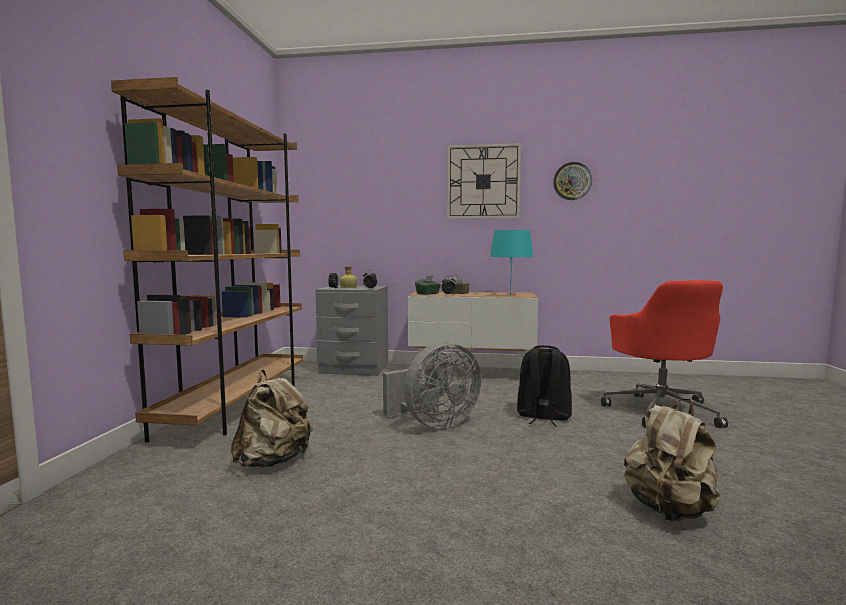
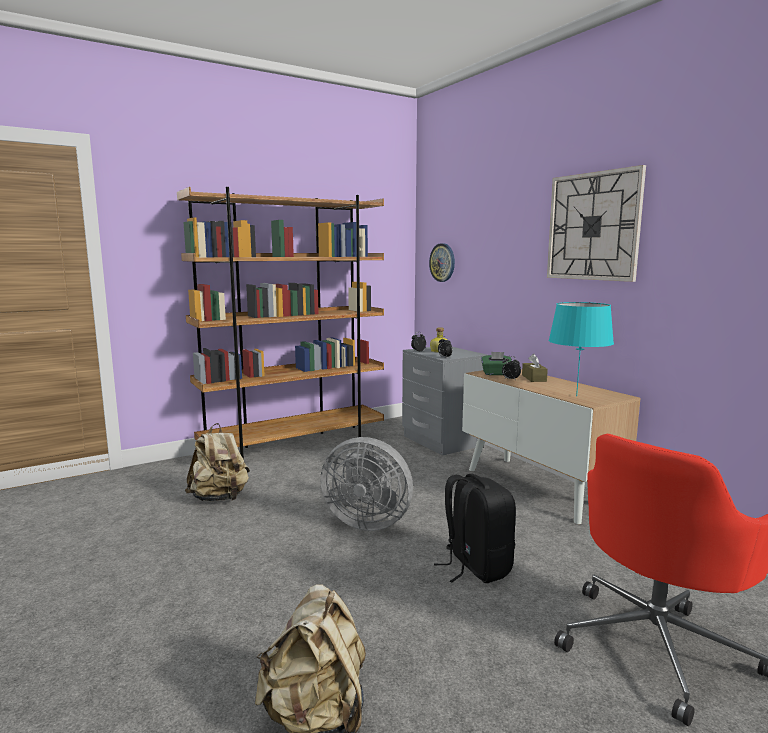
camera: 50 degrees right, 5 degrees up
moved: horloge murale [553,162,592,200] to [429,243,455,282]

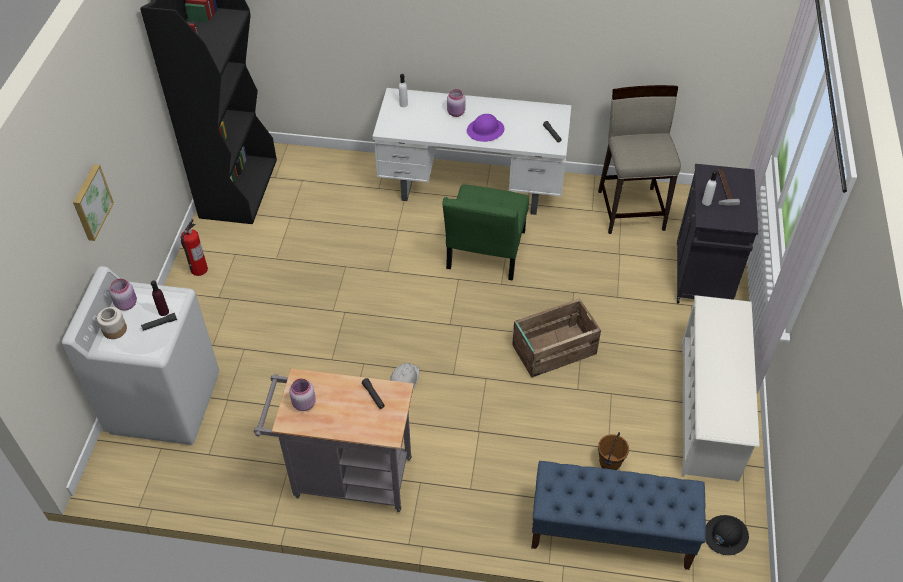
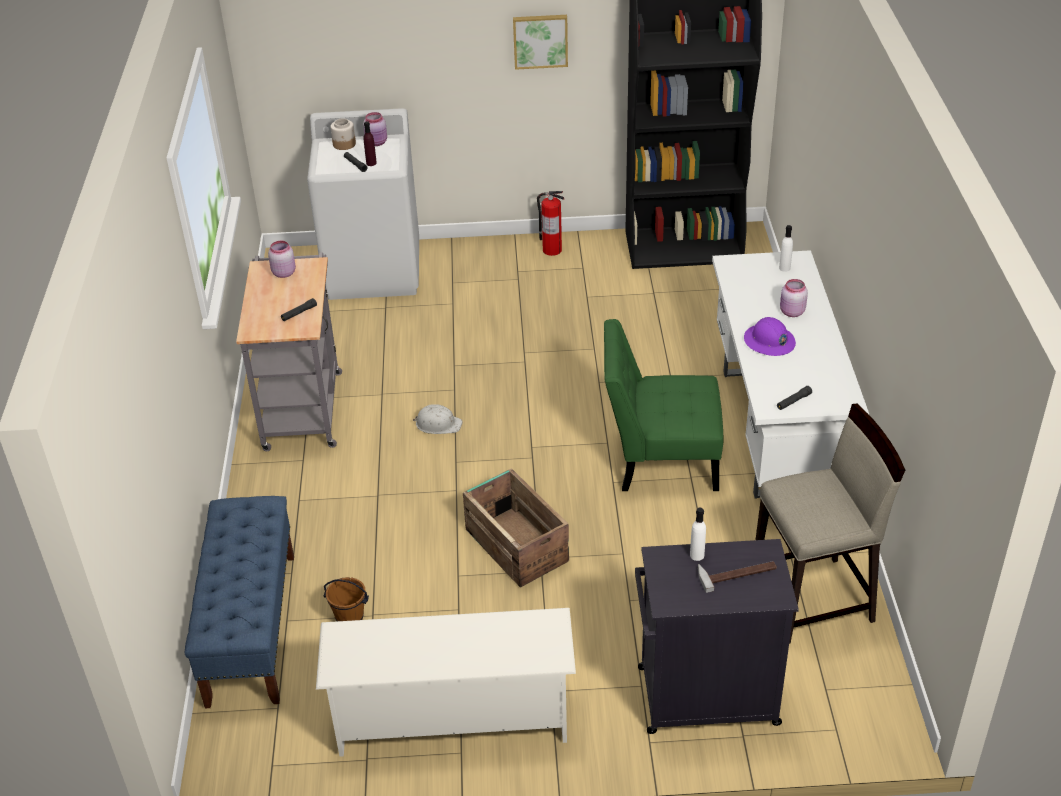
camera: 80 degrees right, 10 degrees down
removed: casque de chantier (noir) [706,515,749,555]
moved: tableau [73,164,114,241] to [513,15,568,70]

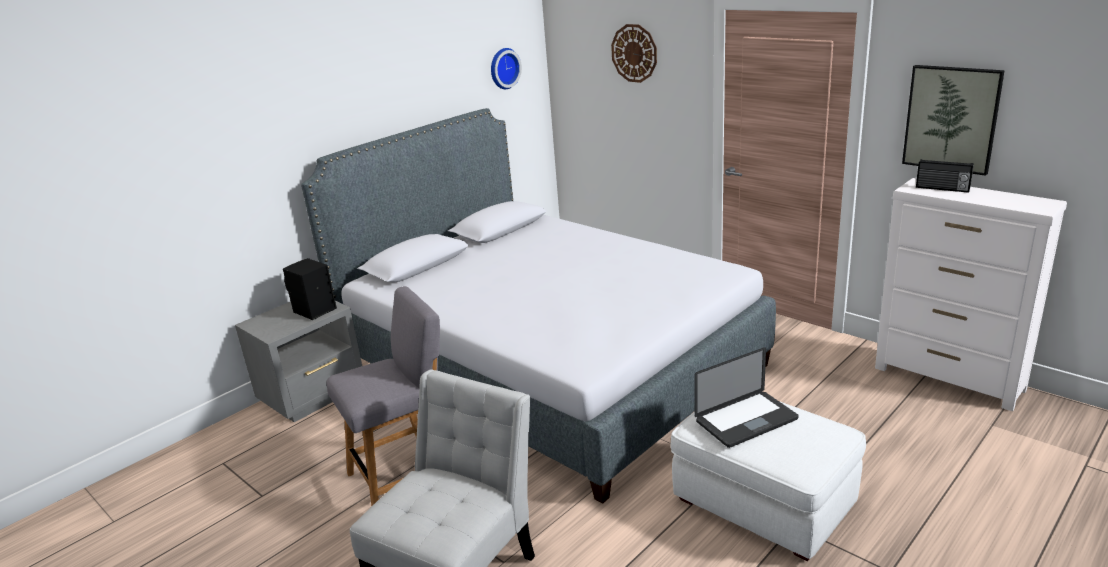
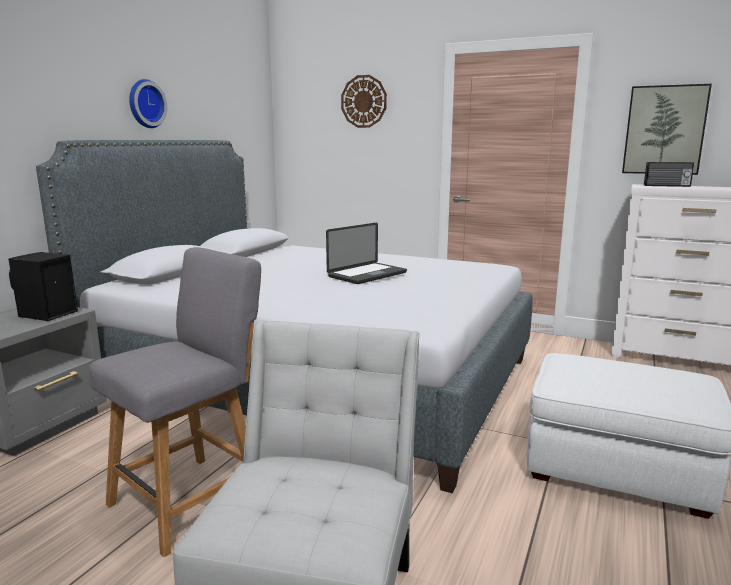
camera: 20 degrees left, 10 degrees down
moved: horloge murale [491,48,522,89] to [129,79,167,128]; ordinateur portable [694,347,799,448] to [326,223,407,284]

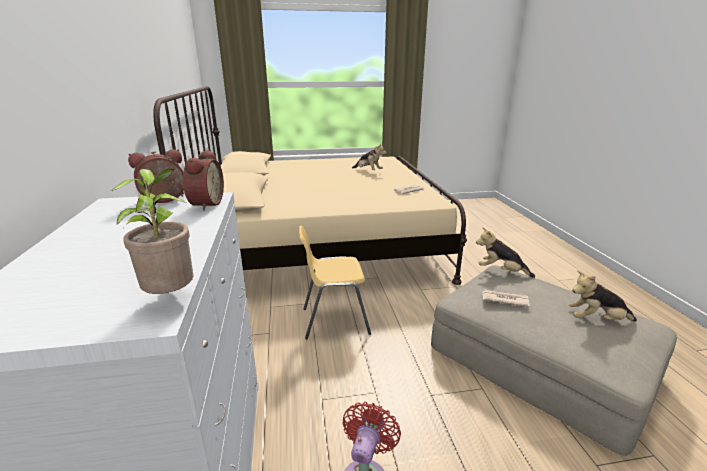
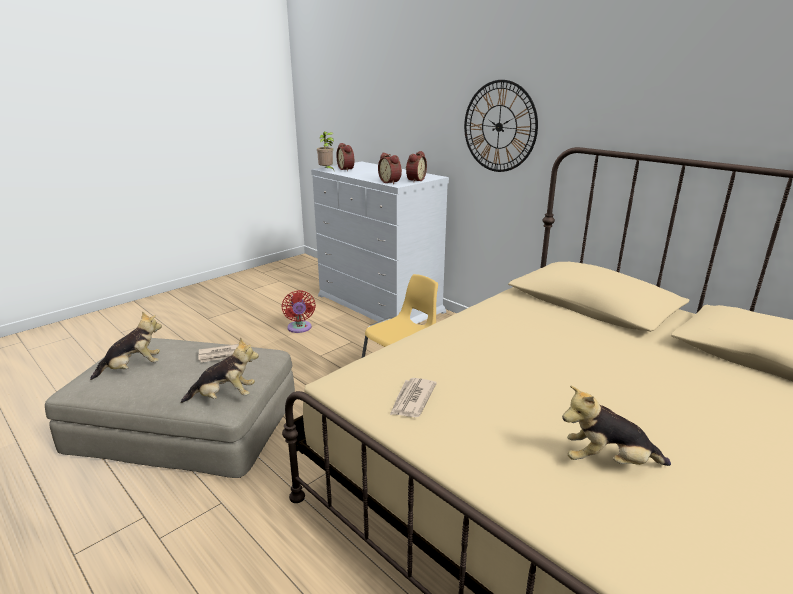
camera: 145 degrees right, 0 degrees up
added: réveil [336,143,354,171]; horloge murale [464,80,538,172]

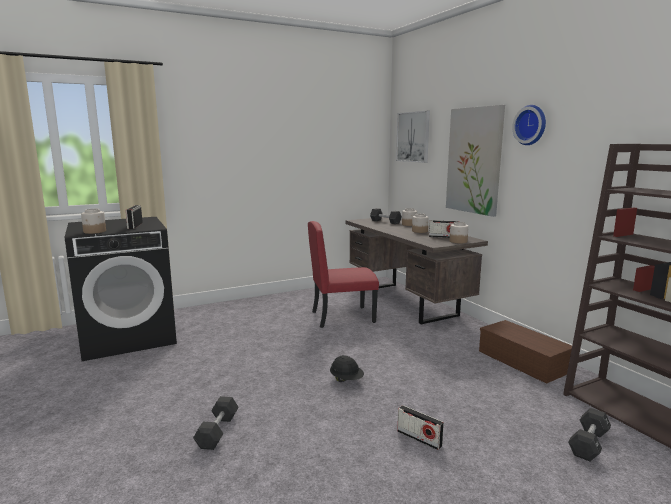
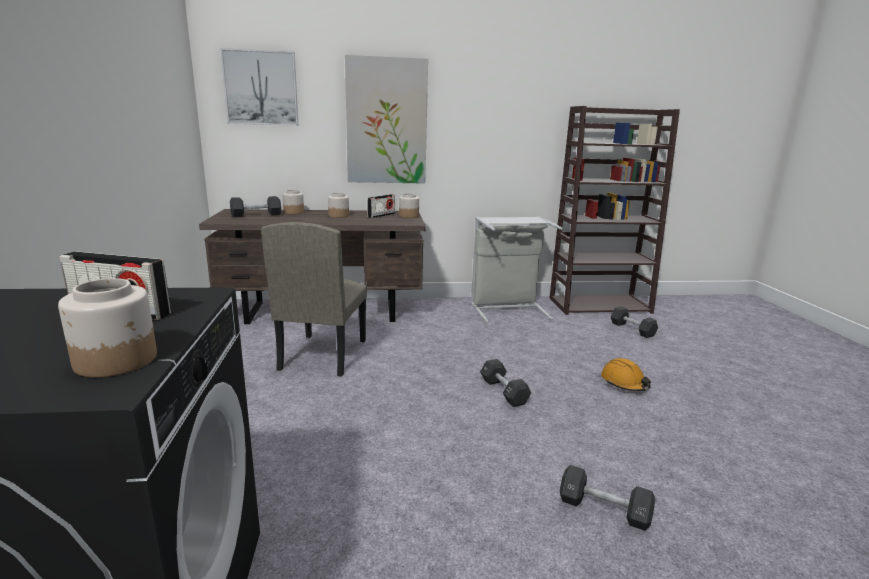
camera: 70 degrees left, 5 degrees up
removed: horloge murale [512,105,546,145]
replaced: casque de chantier (noir) [330,355,364,382] to haltère (noir) [480,359,531,407]; radio [397,405,444,450] to casque de chantier (orange) [601,358,651,391]; boîte de rangement (marron) [479,320,572,384] to panier à linge (gris) [471,216,563,323]
recoloured: chaise (rouge) [308,221,379,328] to chaise (beige) [261,222,367,376]

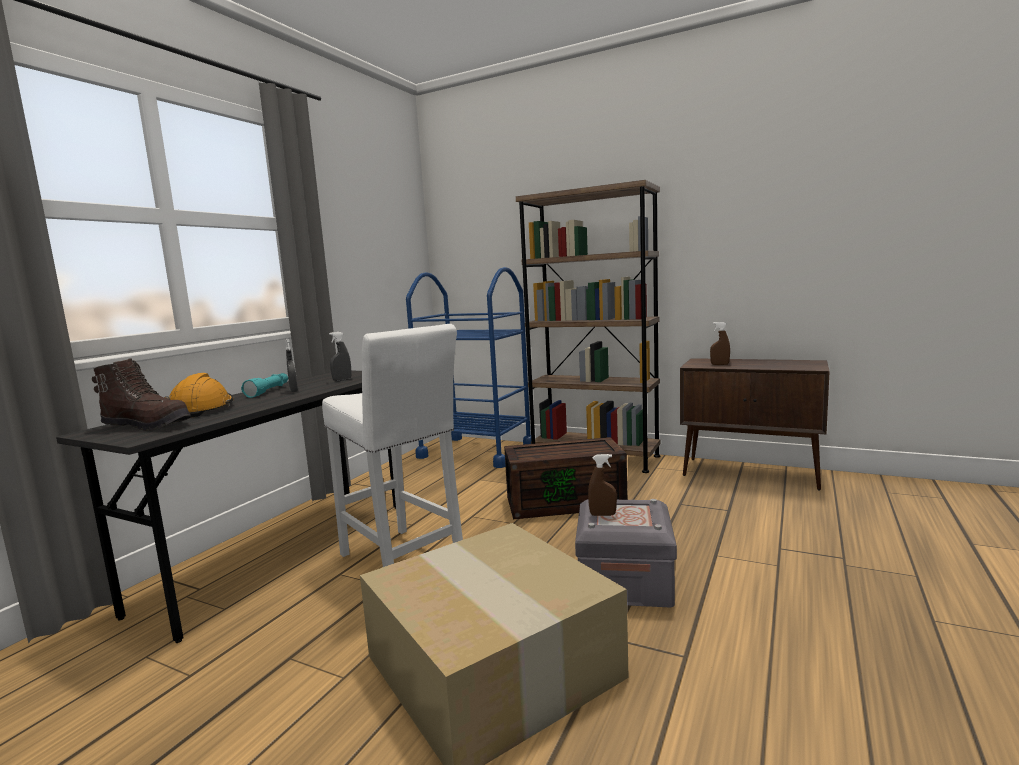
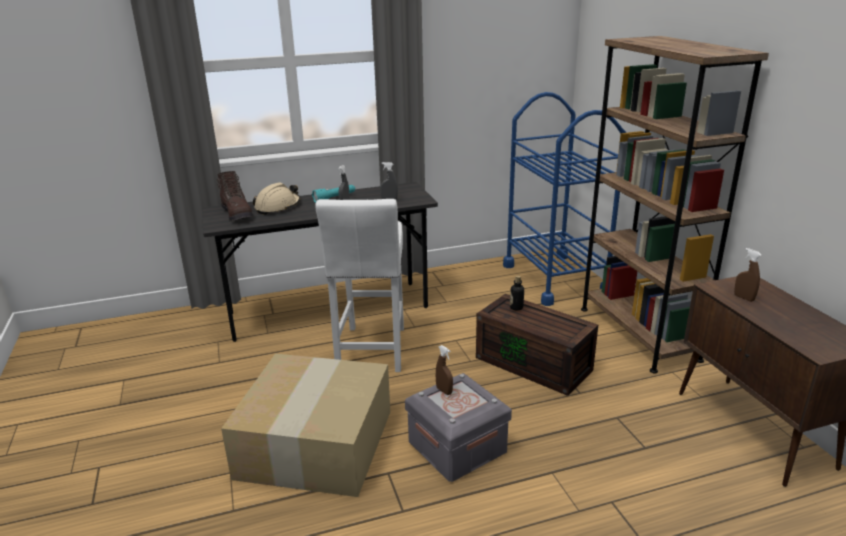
camera: 45 degrees right, 15 degrees up
added: bouteille [510,275,524,310]
recoloured: casque de chantier (orange) [165,373,234,417] to casque de chantier (beige) [253,182,300,215]

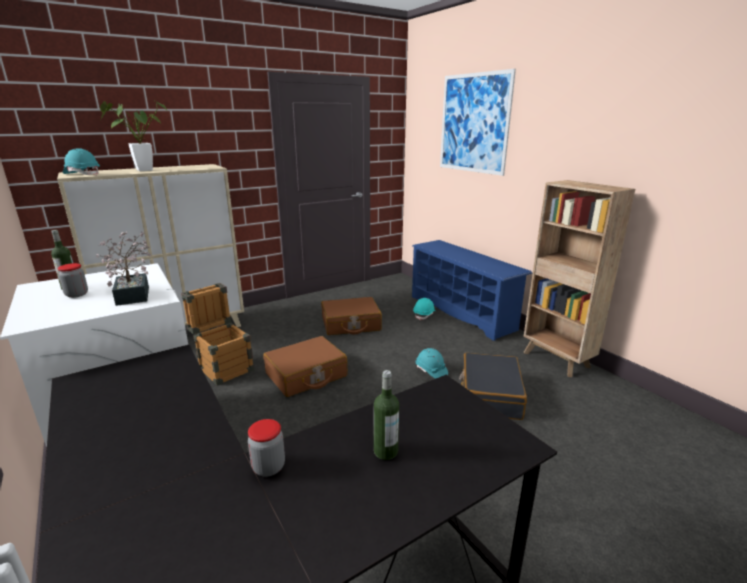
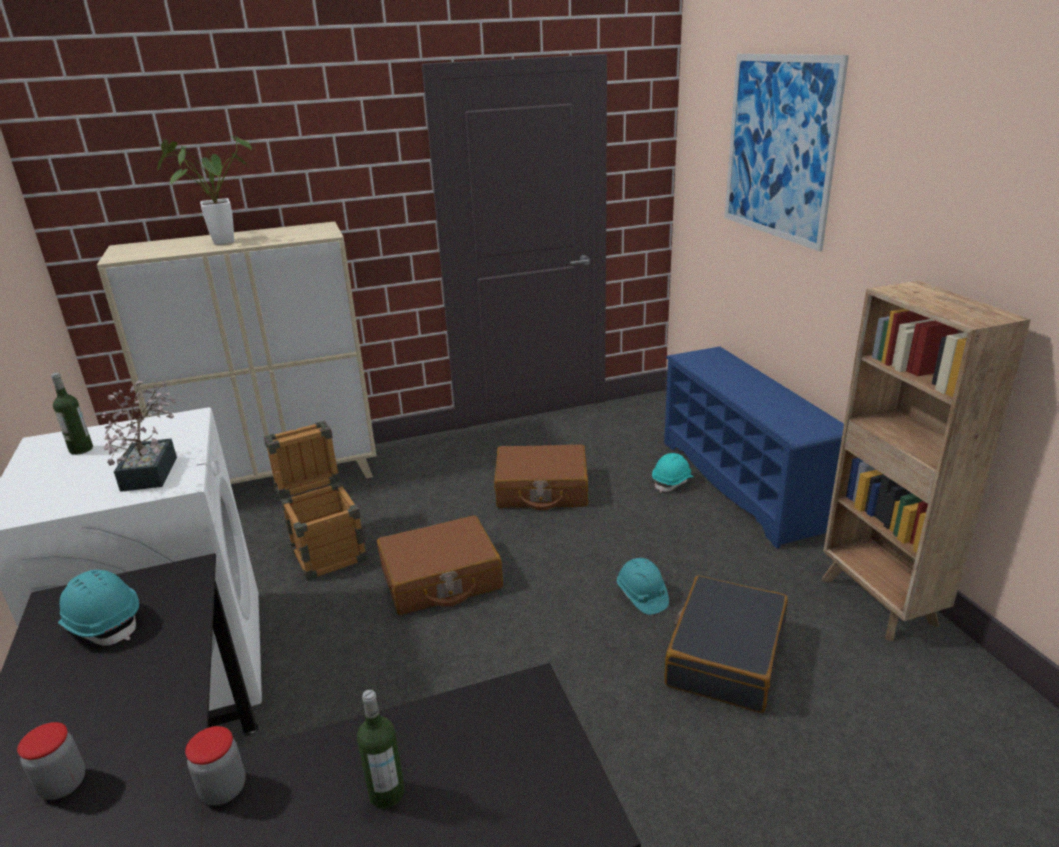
camera: 15 degrees right, 5 degrees up
moved: bocal [57,263,88,298] to [17,722,85,800]; casque de chantier (turquoise) [63,148,100,175] to [58,570,139,646]

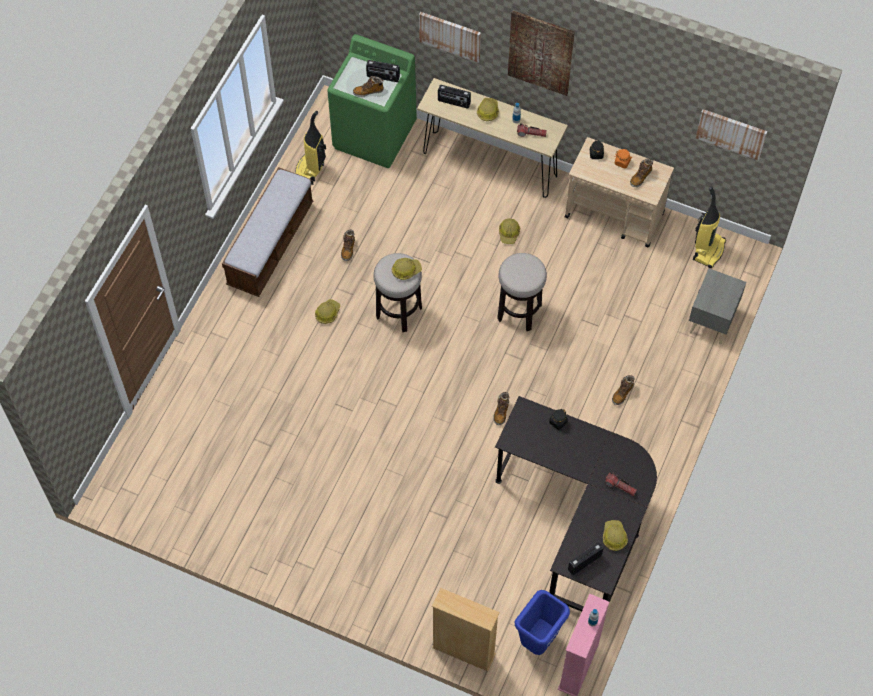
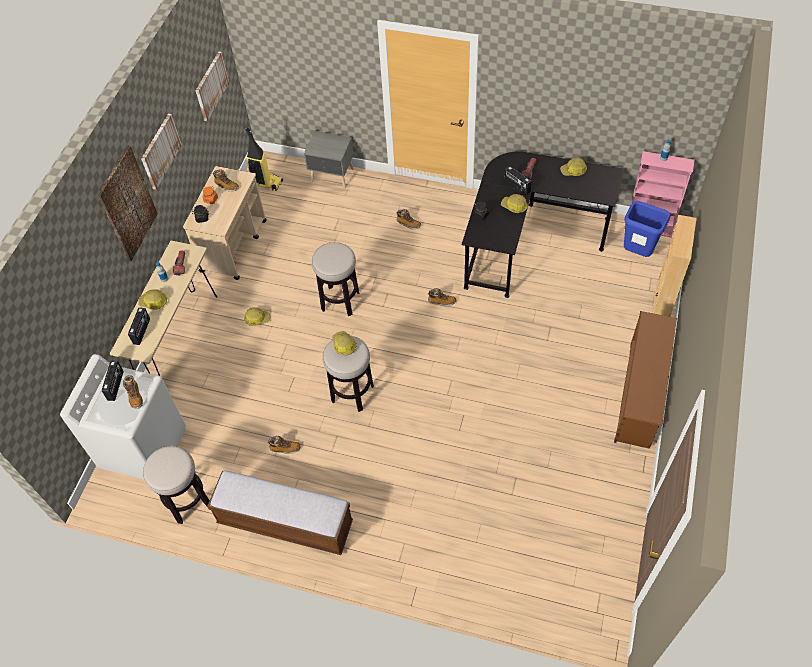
camera: 95 degrees left, 5 degrees down
added: étagère à chaussures (marron) [614,311,677,449]
moved: casque de chantier [315,299,340,324] to [501,194,528,213]; tableau [419,12,481,63] to [141,114,182,190]; radio [568,542,603,575] to [504,166,532,195]
replaced: aspirateur [295,111,326,185] to tabouret [143,446,210,524]
recoloured: lave-linge (vert) [327,34,417,168] to lave-linge (blanc) [60,354,186,480]

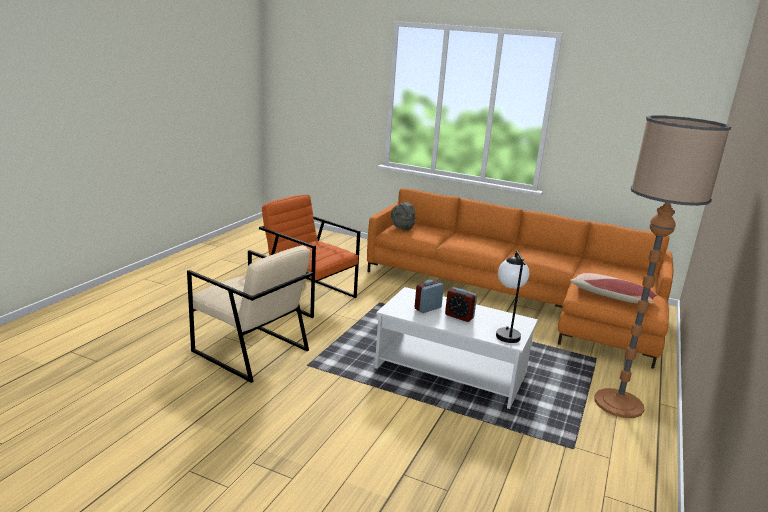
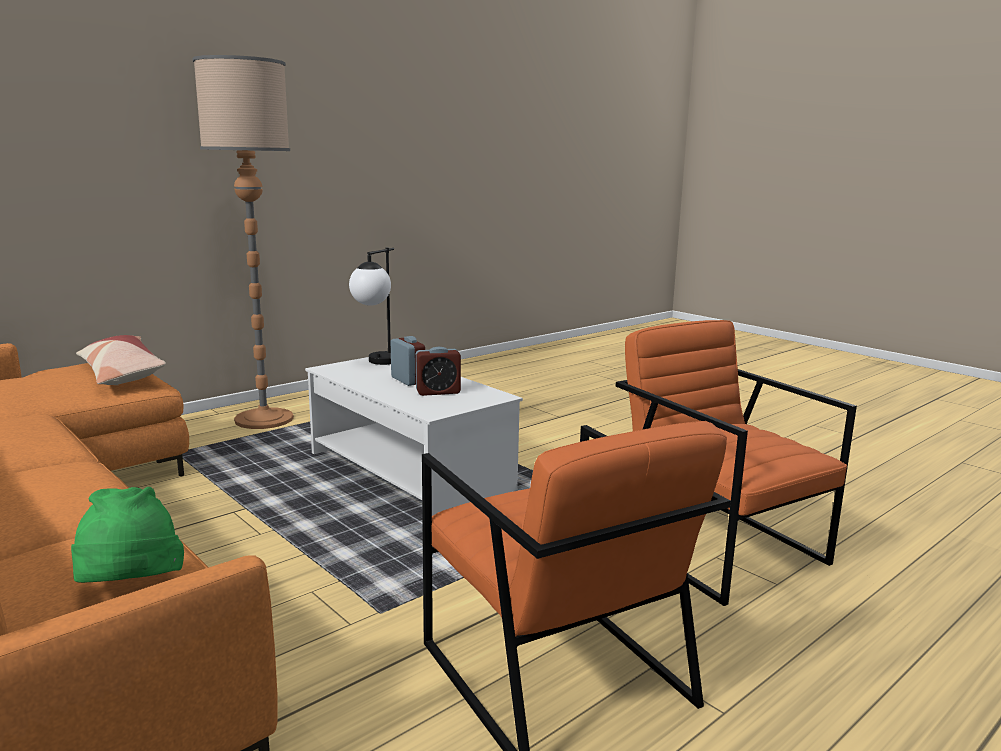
camera: 155 degrees left, 5 degrees down
recoloured: fauteuil (beige) [187,245,313,383] to fauteuil (orange) [616,320,857,606]; chapeau (gris) [391,202,416,230] to chapeau (vert) [71,487,184,583]

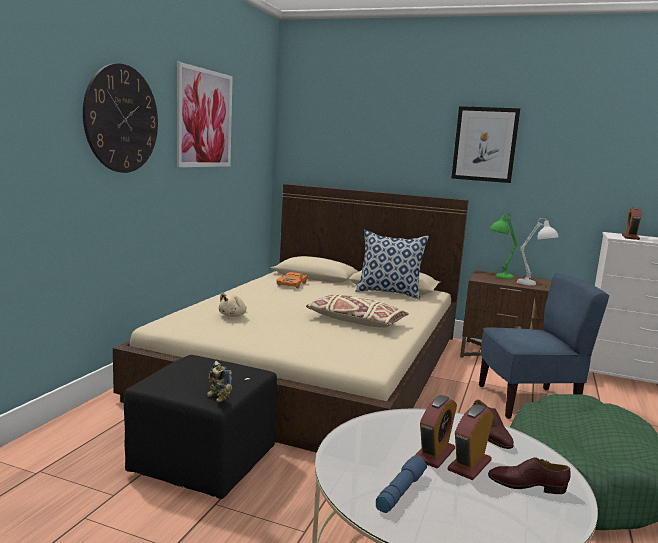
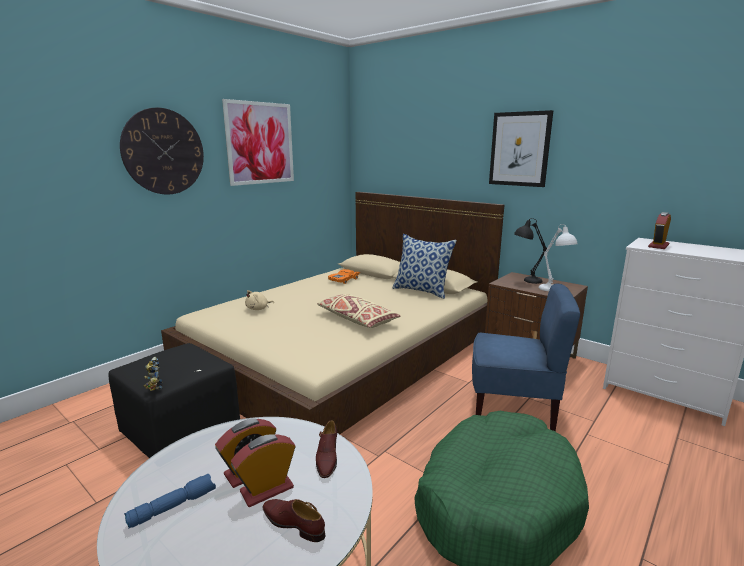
camera: 20 degrees right, 5 degrees up
recoloured: lampe de table (vert) [490,213,518,279] to lampe de table (noir) [514,218,547,284]

